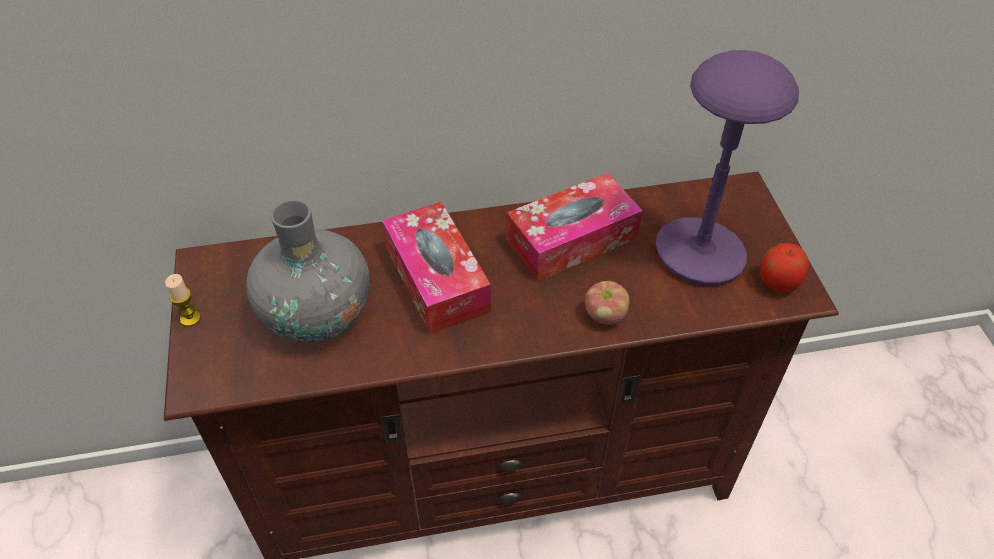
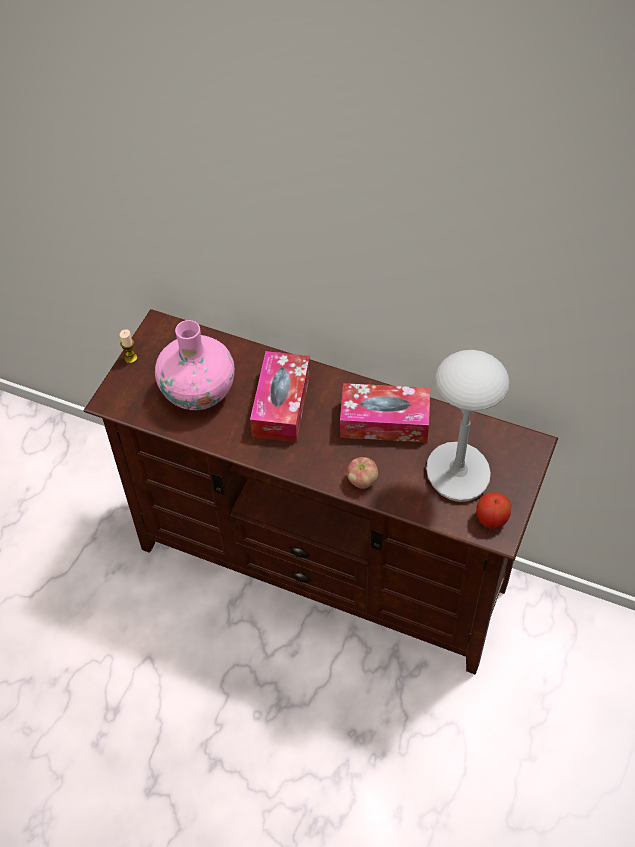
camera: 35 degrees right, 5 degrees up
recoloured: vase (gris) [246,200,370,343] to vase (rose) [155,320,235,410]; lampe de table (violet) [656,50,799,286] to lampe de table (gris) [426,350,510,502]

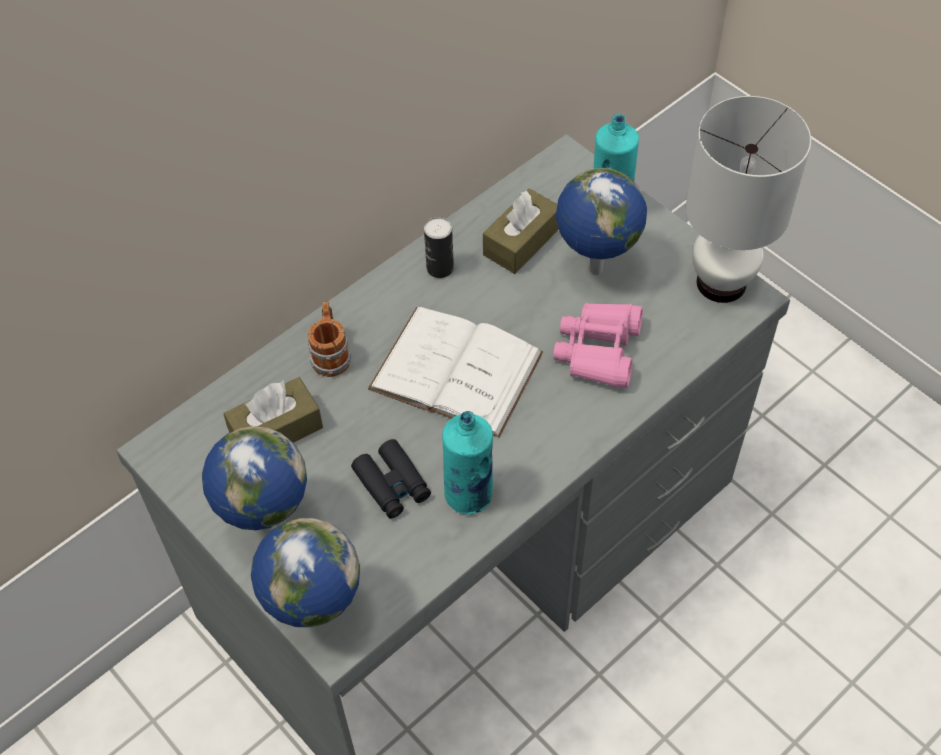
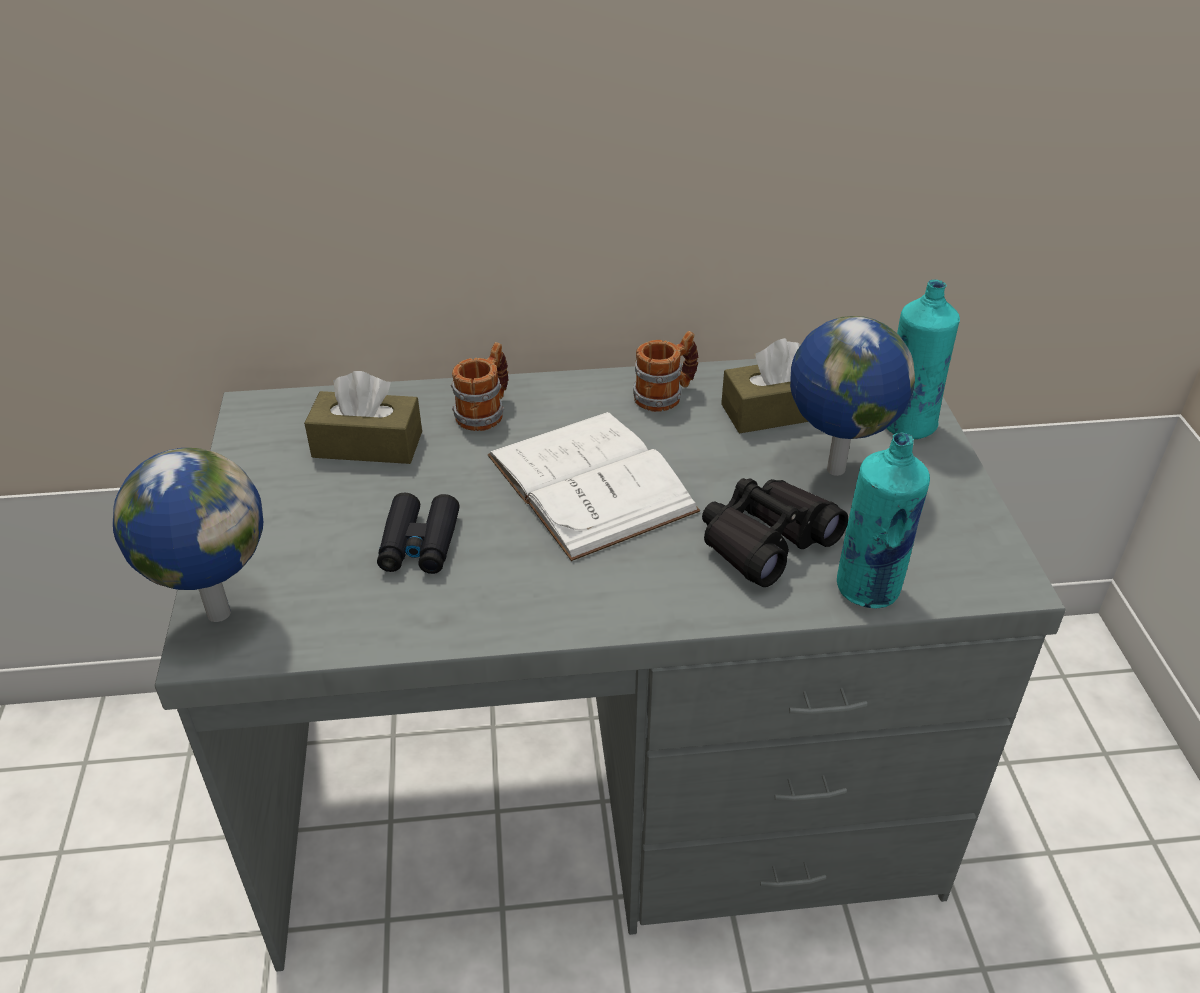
camera: 35 degrees right, 15 degrees down
removed: globe [202,426,307,533]; lampe de table (blanc) [686,96,811,303]
moved: bouteille (turquoise) [442,411,493,515] to [837,433,930,608]
replaced: boîte métallique [424,217,454,278] to mug [633,331,698,412]
recoloured: jumelles (rose) [553,303,643,388] to jumelles (noir) [702,478,848,587]

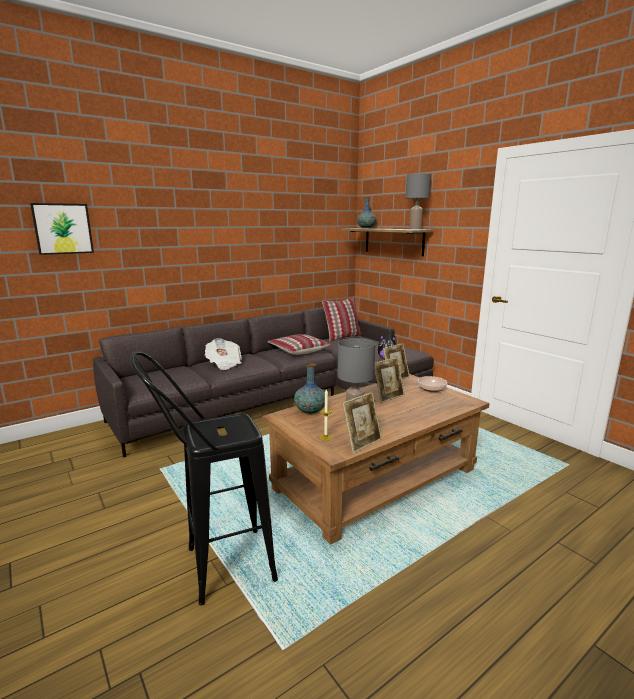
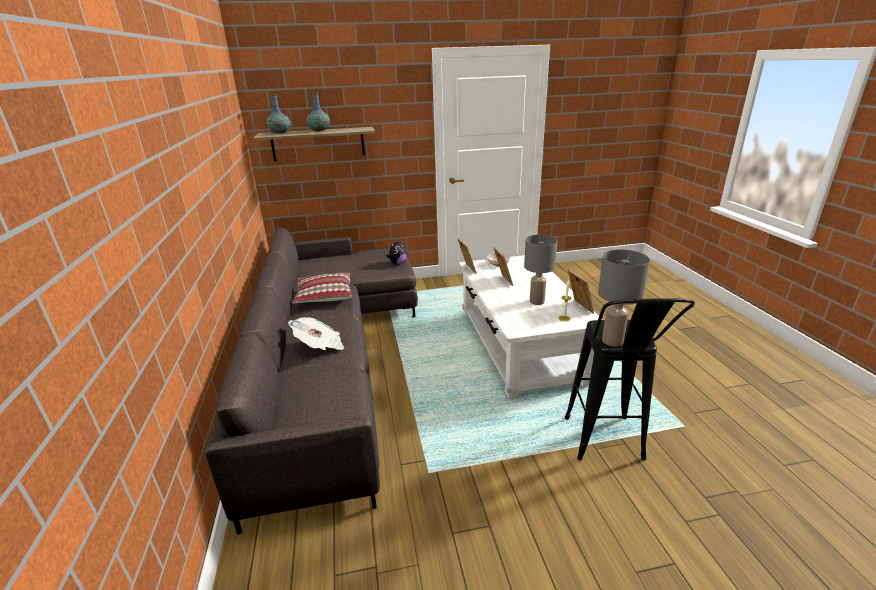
camera: 65 degrees left, 10 degrees up
removed: tableau [30,203,94,255]; coussin [322,297,362,341]
moved: vase [294,363,325,414] to [306,92,330,131]; lampe de table (gris) [406,173,431,230] to [598,249,650,347]
recoloured: table basse (marron) [262,374,489,545] to table basse (blanc) [458,255,603,398]

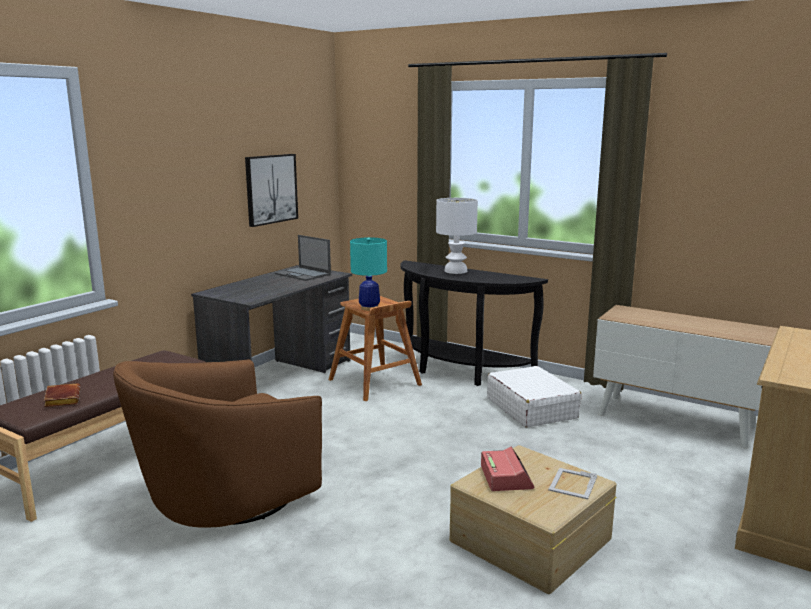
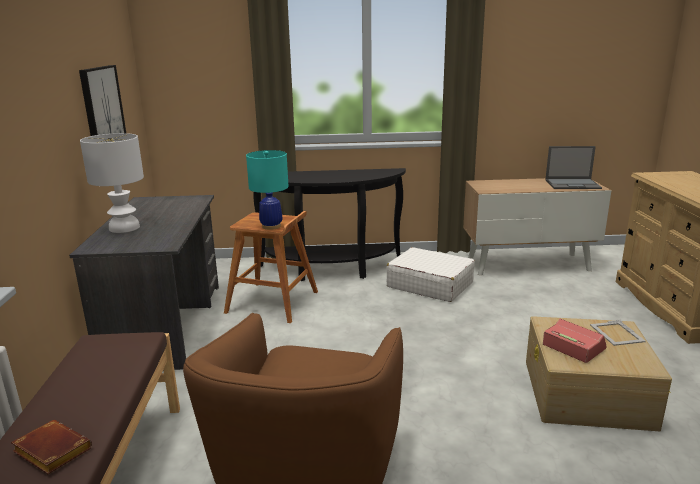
camera: 35 degrees left, 5 degrees up
moved: ordinateur portable [275,235,331,281] to [545,146,602,189]; lampe de table (blanc) [436,198,478,274] to [80,133,144,233]

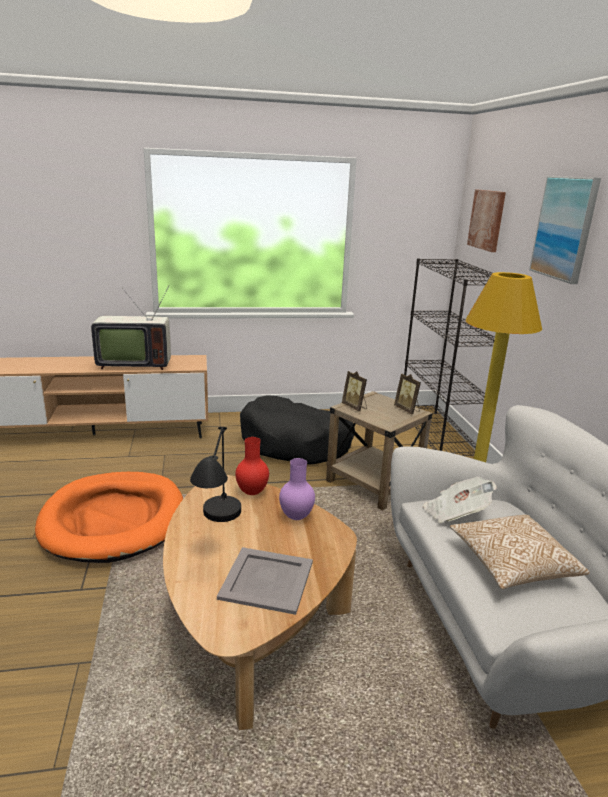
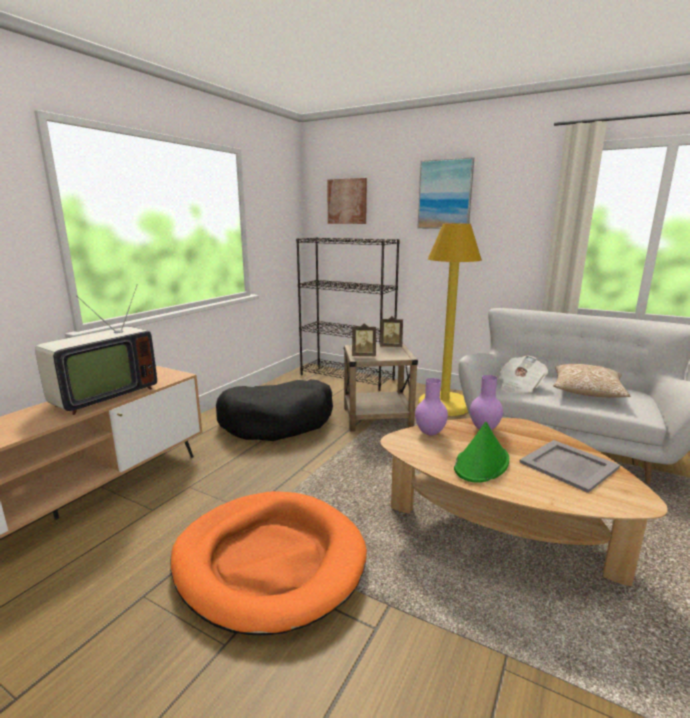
camera: 50 degrees left, 5 degrees down
replaced: lampe de table (noir) [190,427,241,522] to chapeau (vert) [454,422,509,483]
recoloured: vase (rouge) [235,437,269,495] to vase (violet) [415,378,448,436]

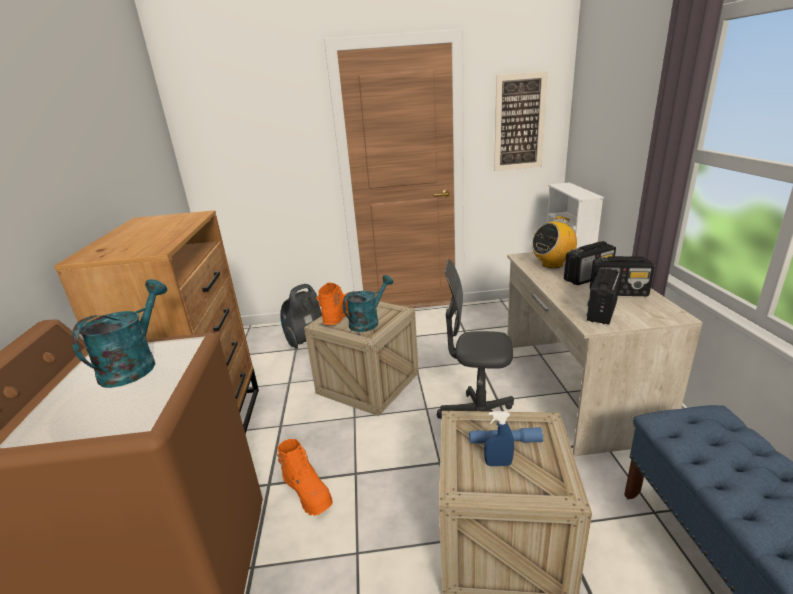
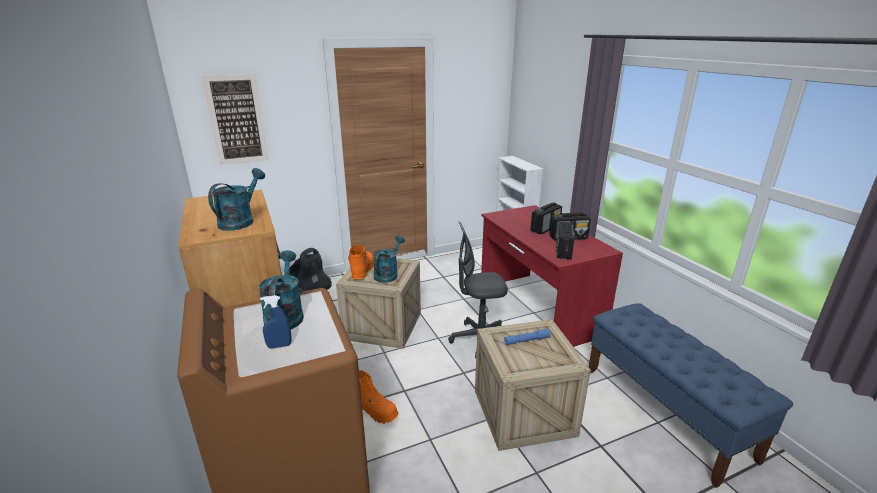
camera: 20 degrees left, 0 degrees up
removed: radio [531,216,577,268]
added: arrosoir (turquoise) [208,168,265,231]
moved: vaporisateur (bleu) [484,411,514,466] to [260,295,291,349]; tableau [494,71,548,171] to [202,74,269,165]
recoloured: bureau (beige) [507,247,703,456] to bureau (rouge) [481,205,623,347]

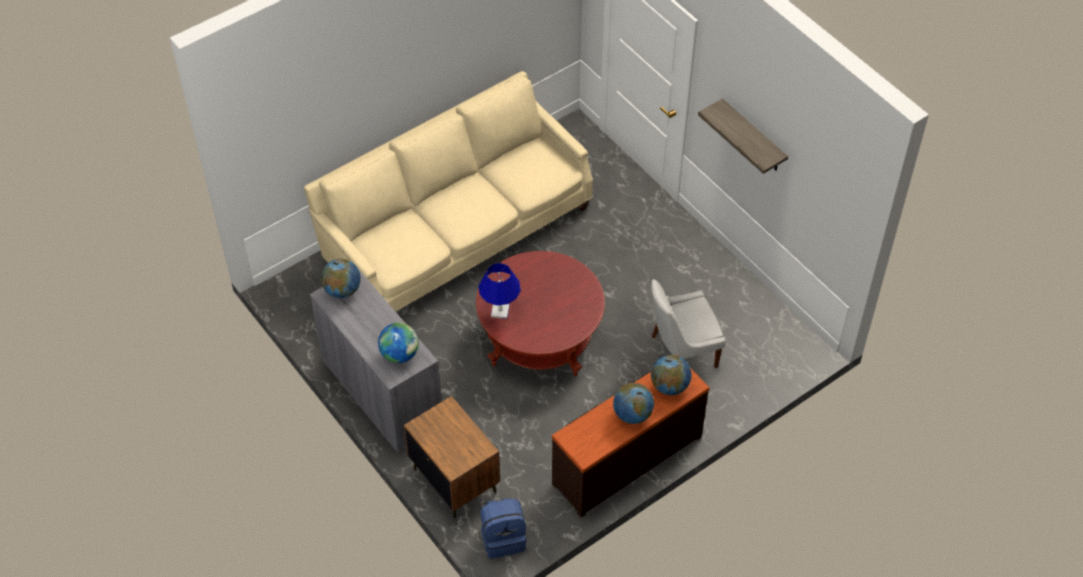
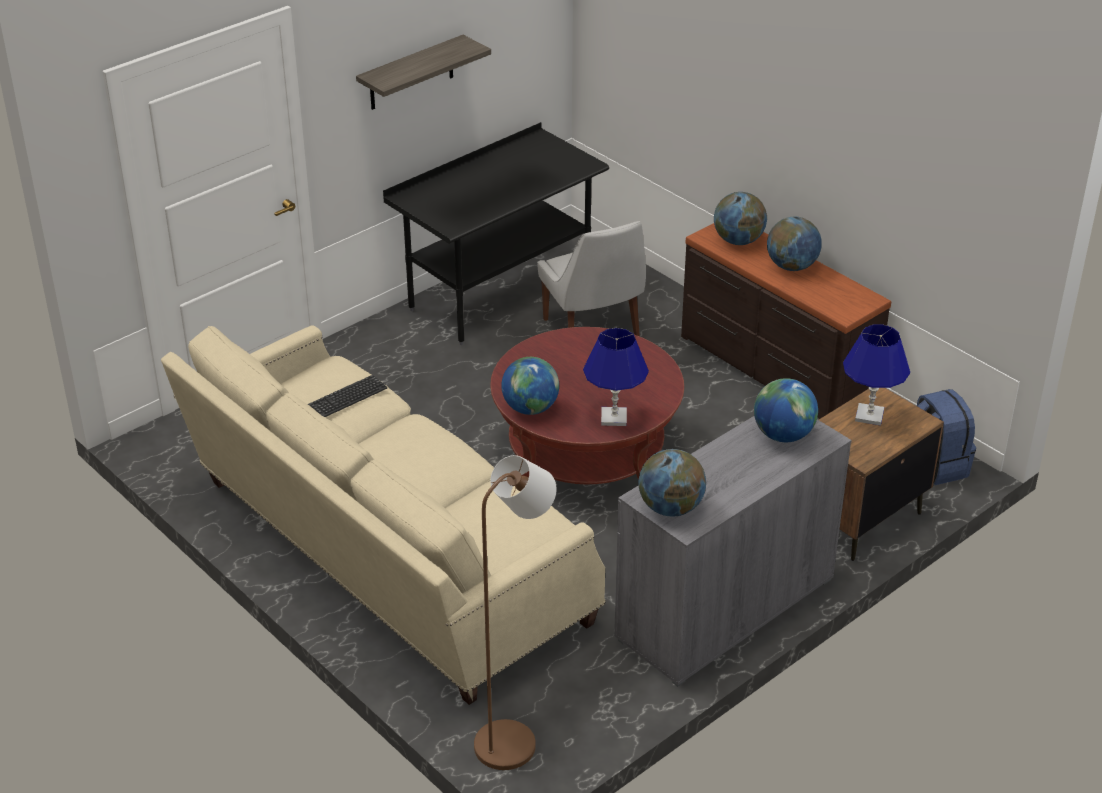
camera: 95 degrees left, 15 degrees down
added: clavier [308,375,388,417]; bureau (noir) [383,122,609,345]; lampadaire (marron) [474,455,557,770]; globe [501,357,559,415]; lampe de table (bleu) [843,325,910,426]

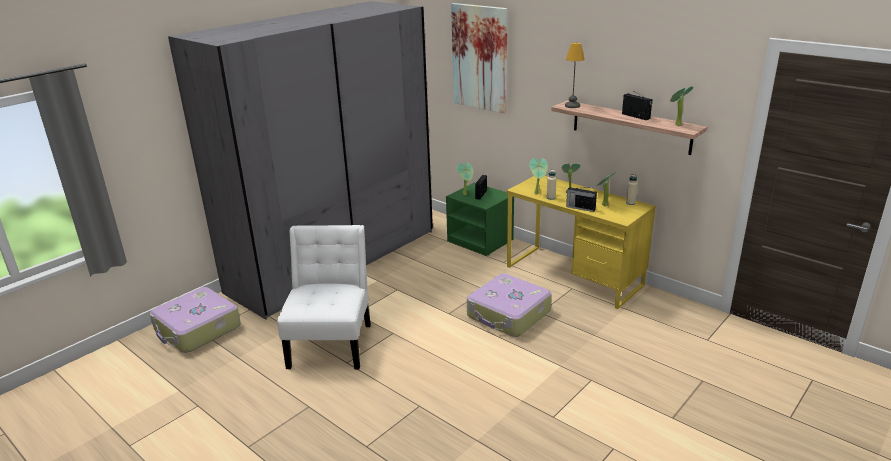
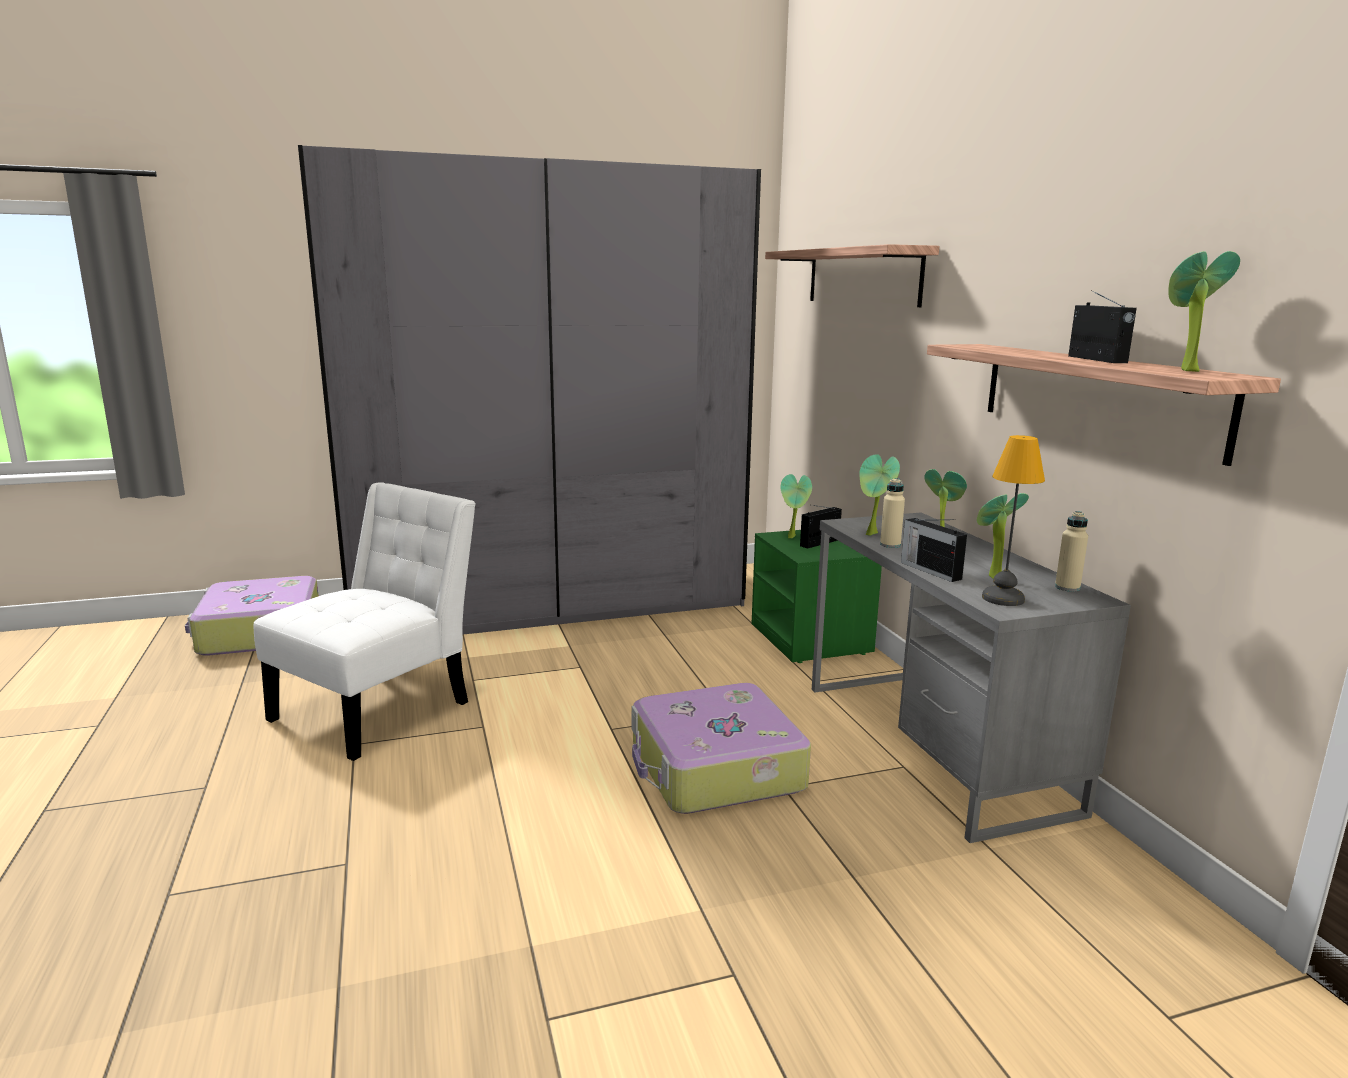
camera: 30 degrees right, 10 degrees down
moved: lampe de table [565,43,585,108] to [982,435,1045,606]
replaced: tableau [451,3,508,114] to étagère [765,244,939,307]
recoloured: bureau (jaune) [507,176,655,309] to bureau (gris) [812,512,1131,843]

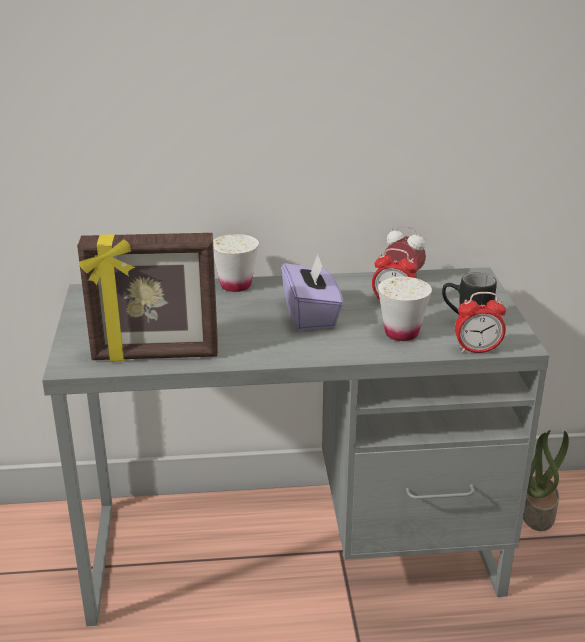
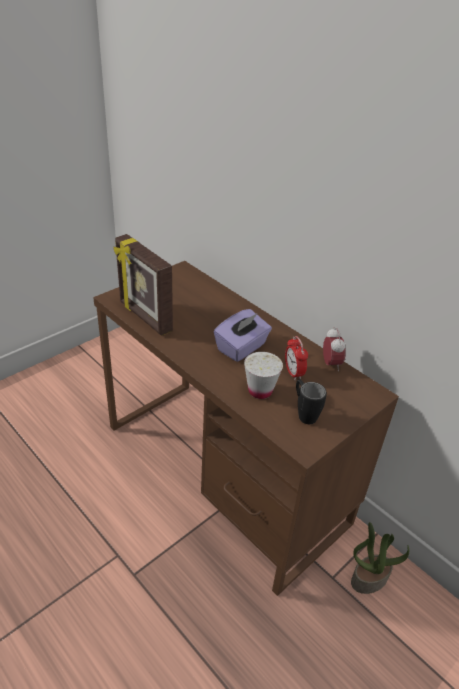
camera: 50 degrees right, 10 degrees up
removed: tasse (blanc) [213,234,259,292]; réveil [455,292,506,353]
recoloured: bureau (gris) [42,267,549,626] to bureau (marron) [93,261,399,596]

